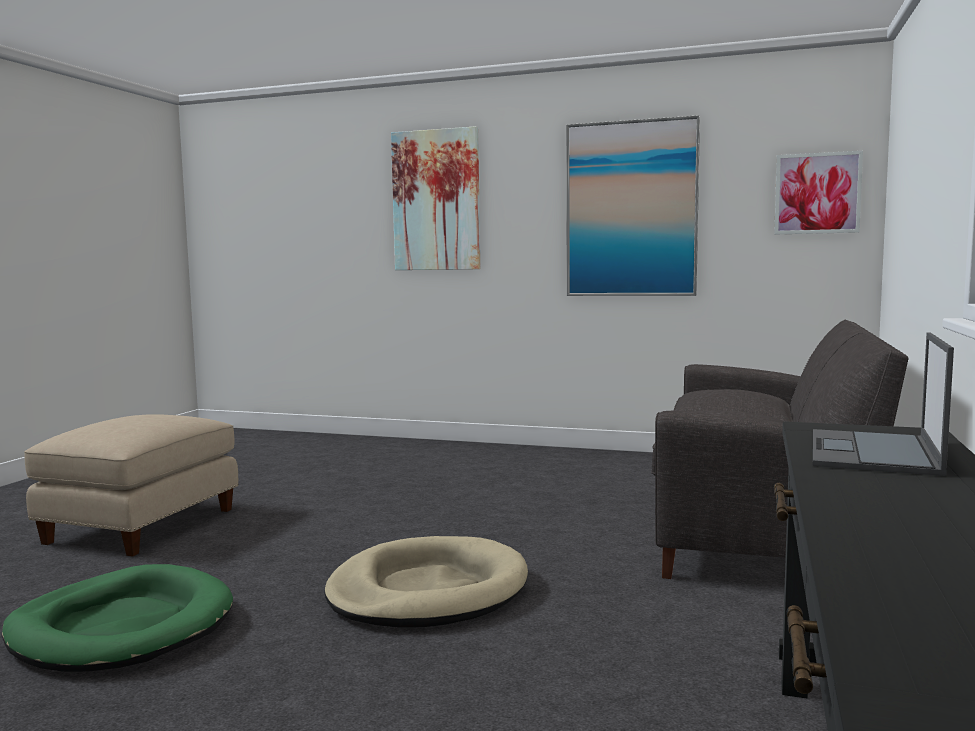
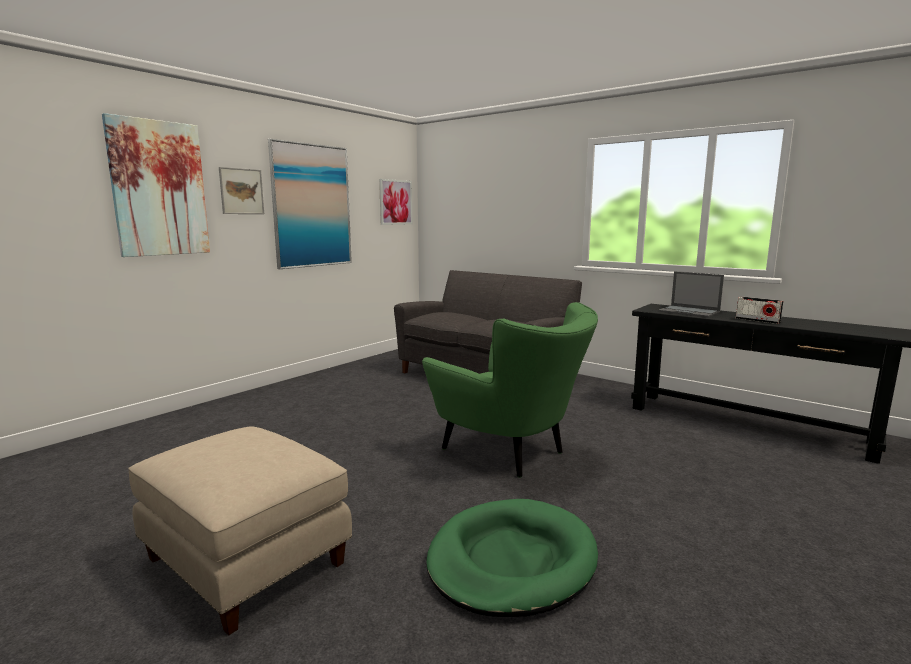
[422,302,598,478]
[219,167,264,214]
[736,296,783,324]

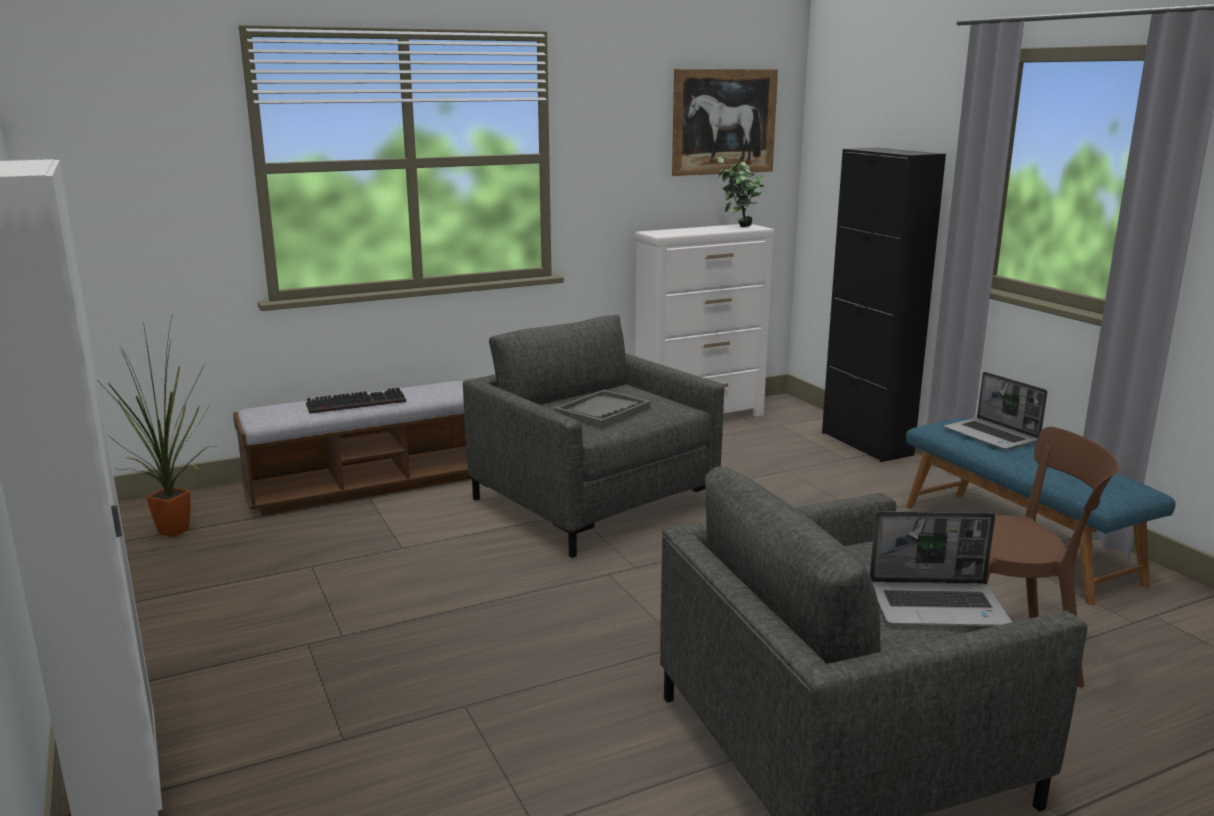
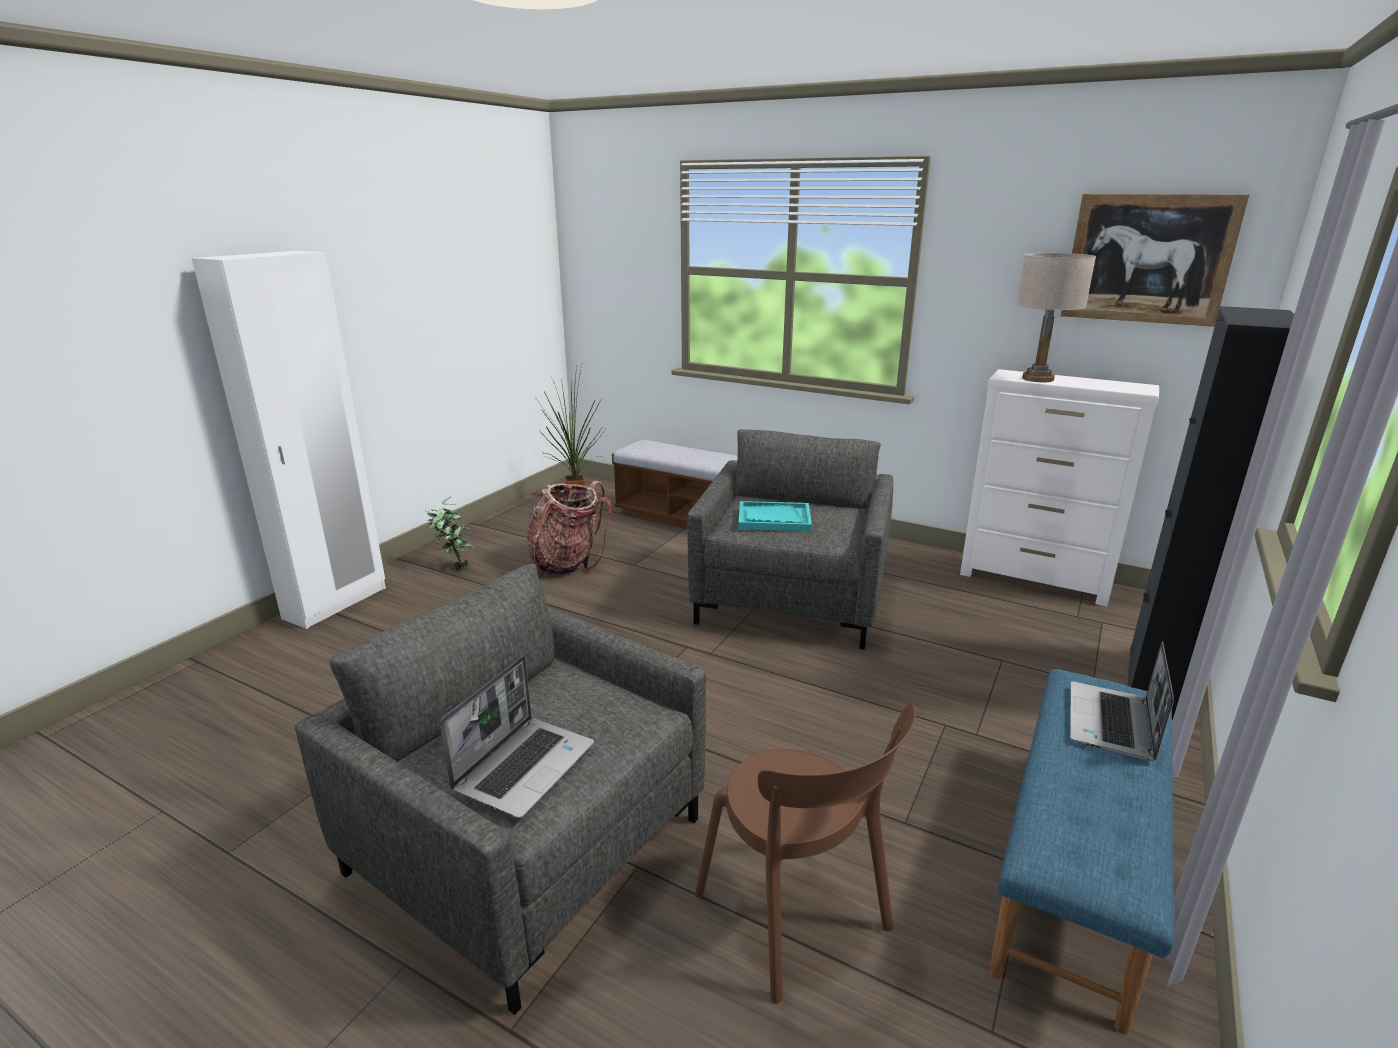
[306,387,406,414] (first image)
[738,501,812,531]
[426,496,475,570]
[440,656,594,818]
[527,481,611,576]
[1017,253,1096,382]

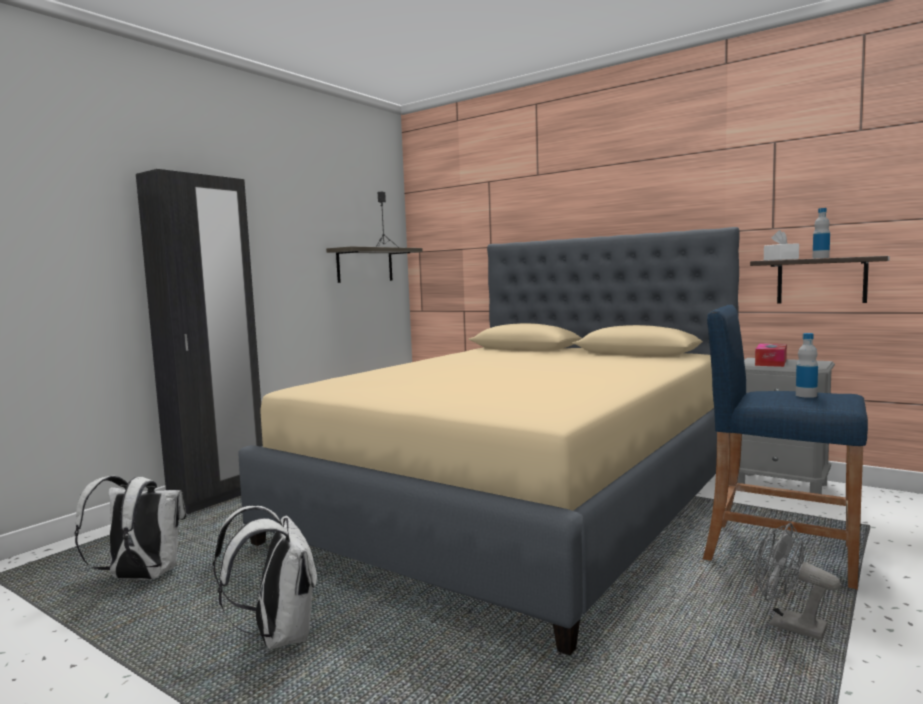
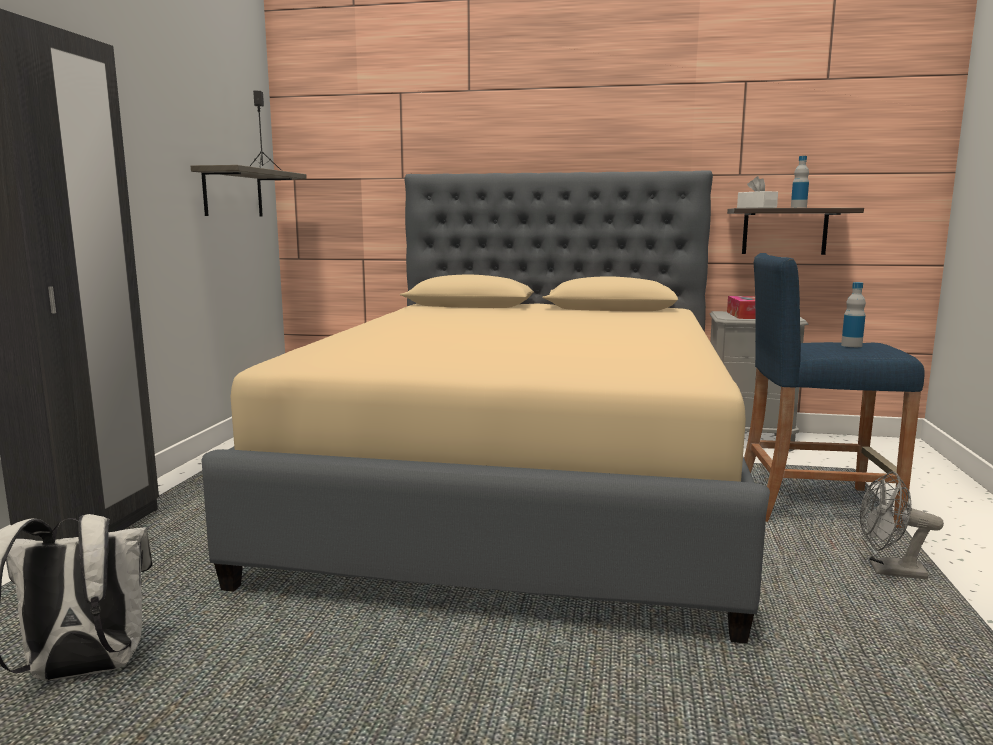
[213,506,317,650] (first image)

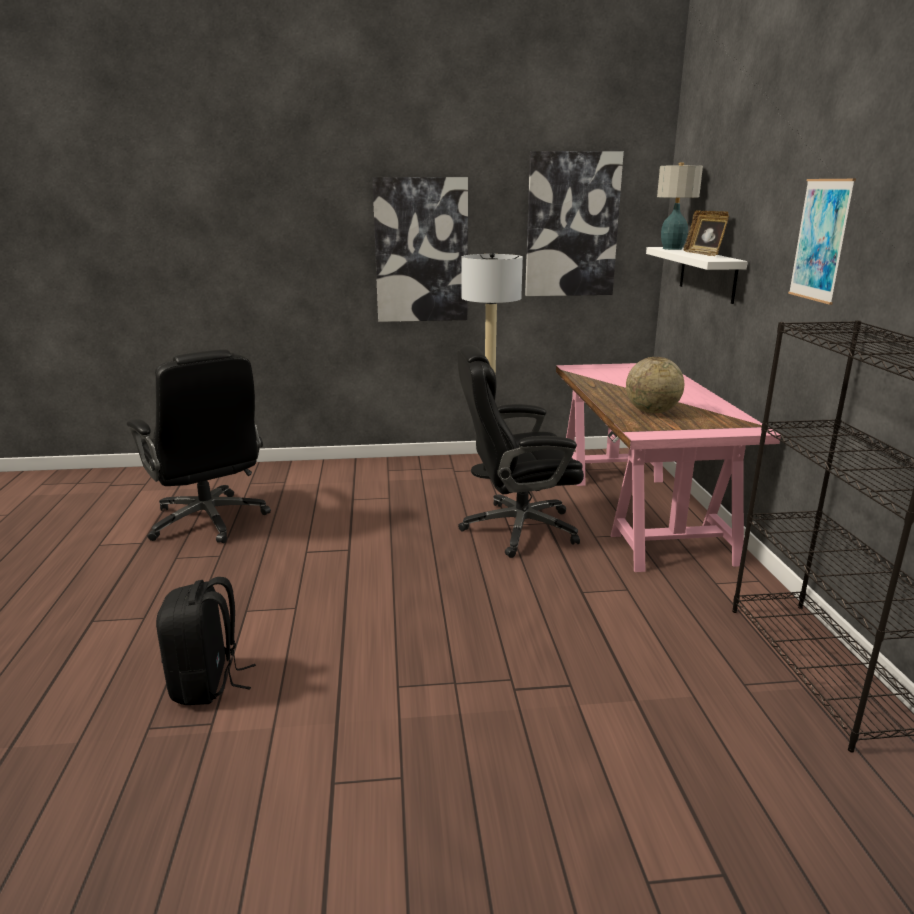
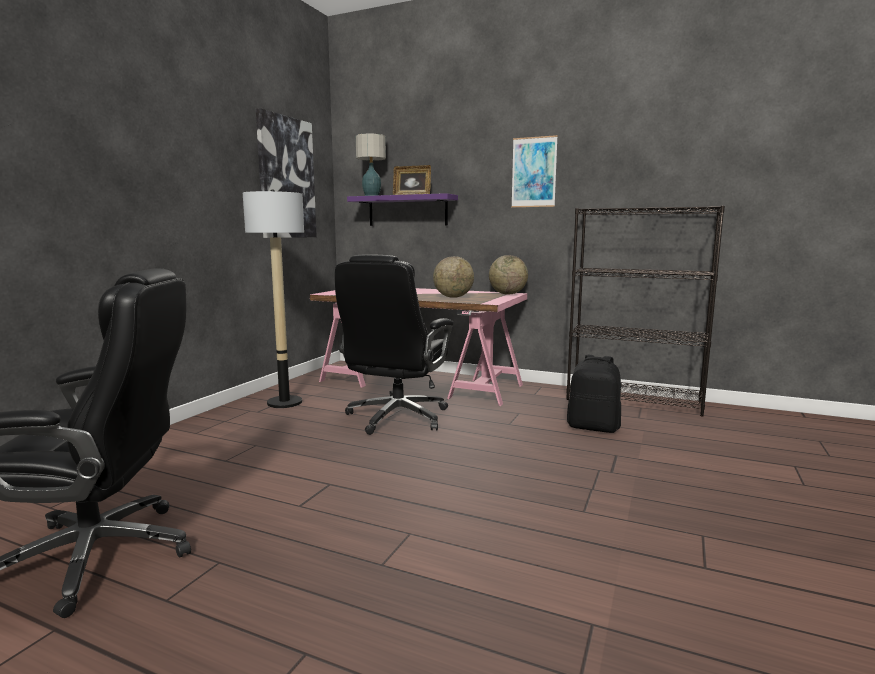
[567,355,621,433]
[372,177,468,322] (first image)
[347,193,458,226]
[489,255,528,295]

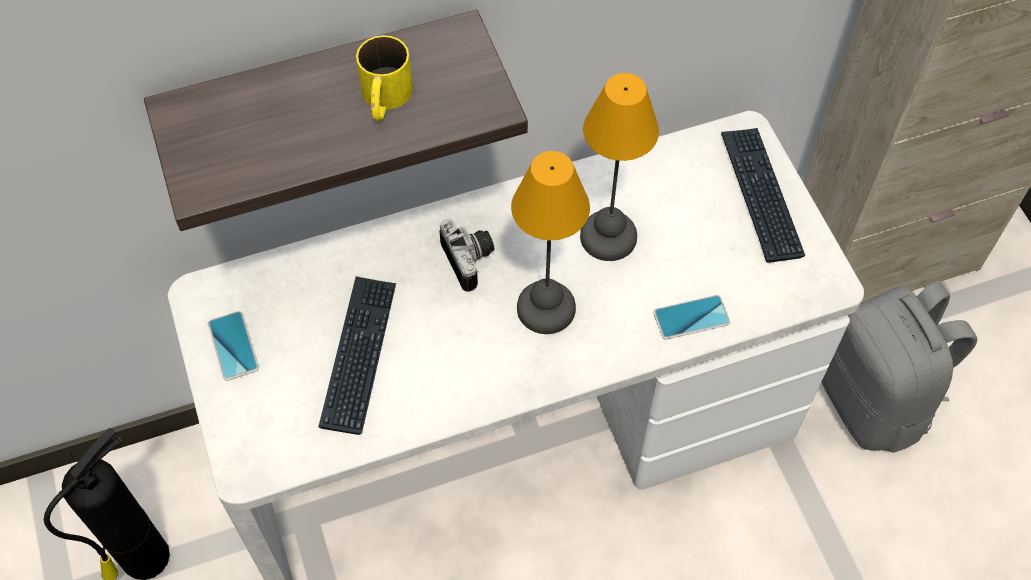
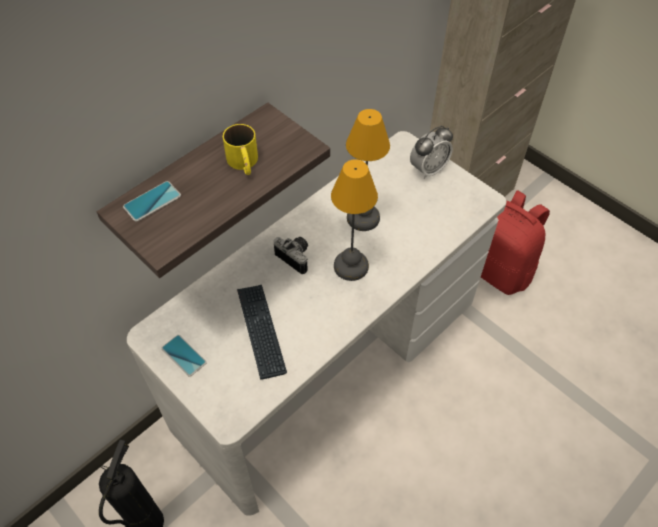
[123,181,181,222]
[410,126,453,179]
[481,190,550,295]

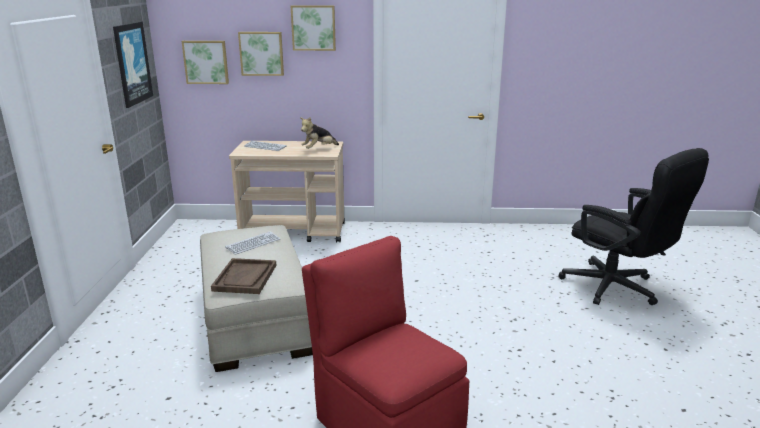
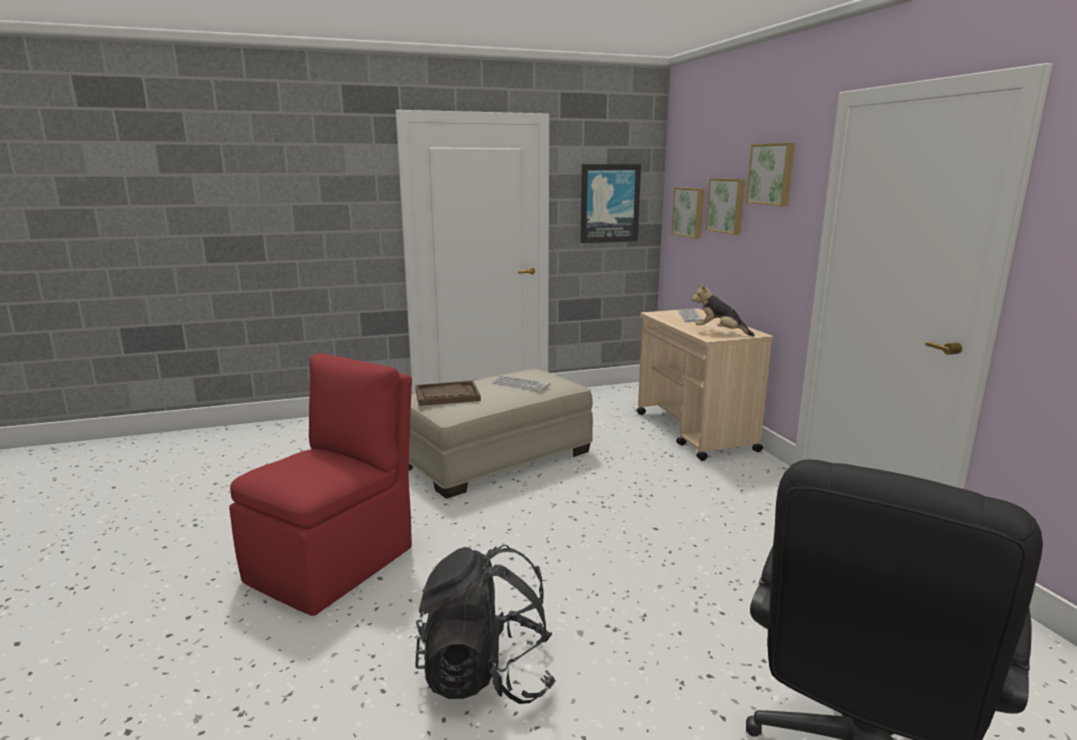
[415,545,556,704]

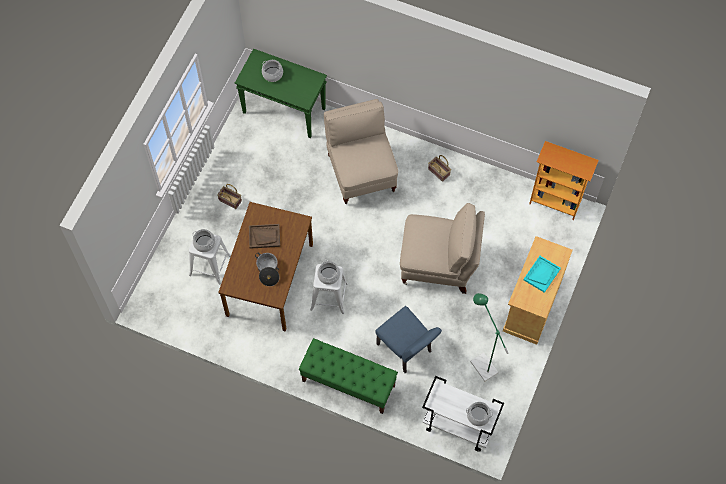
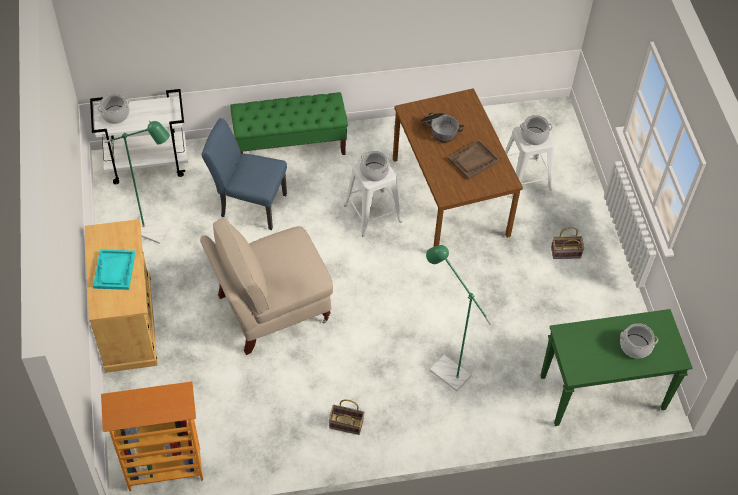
[426,245,492,391]

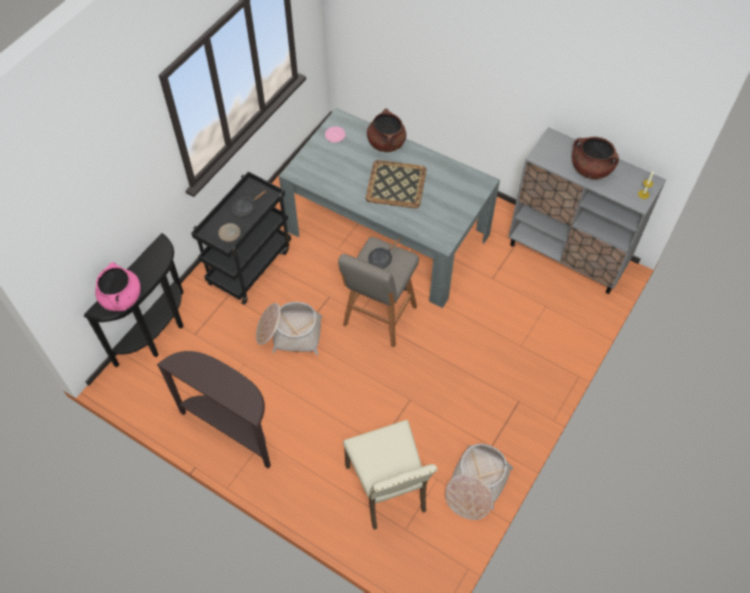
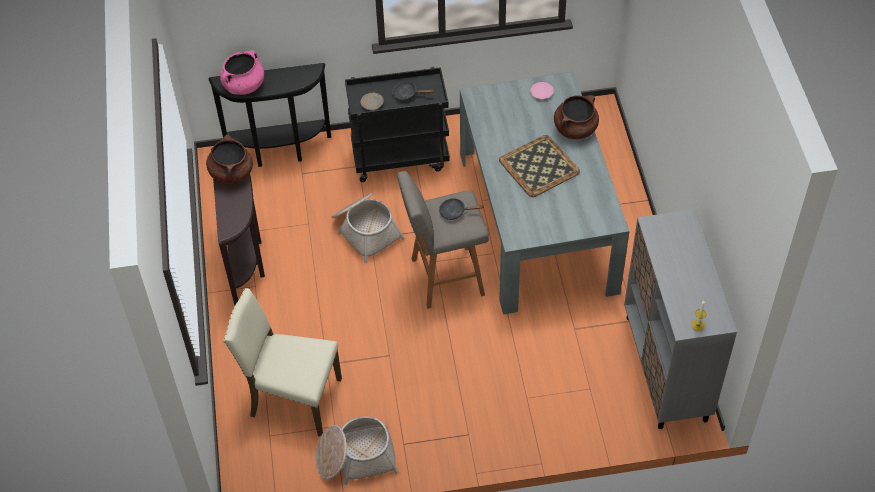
[223,288,342,437]
[206,134,253,185]

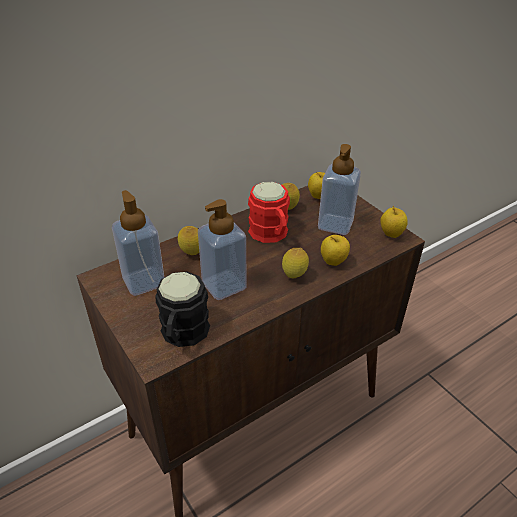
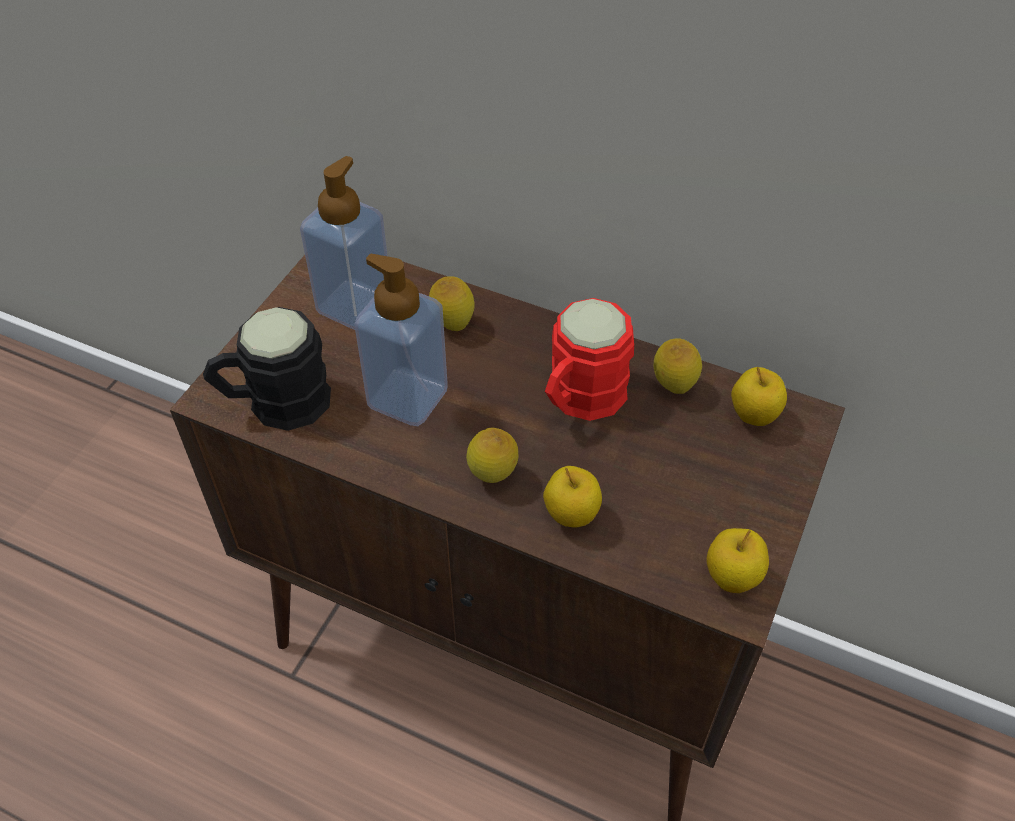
[318,144,361,235] (first image)

